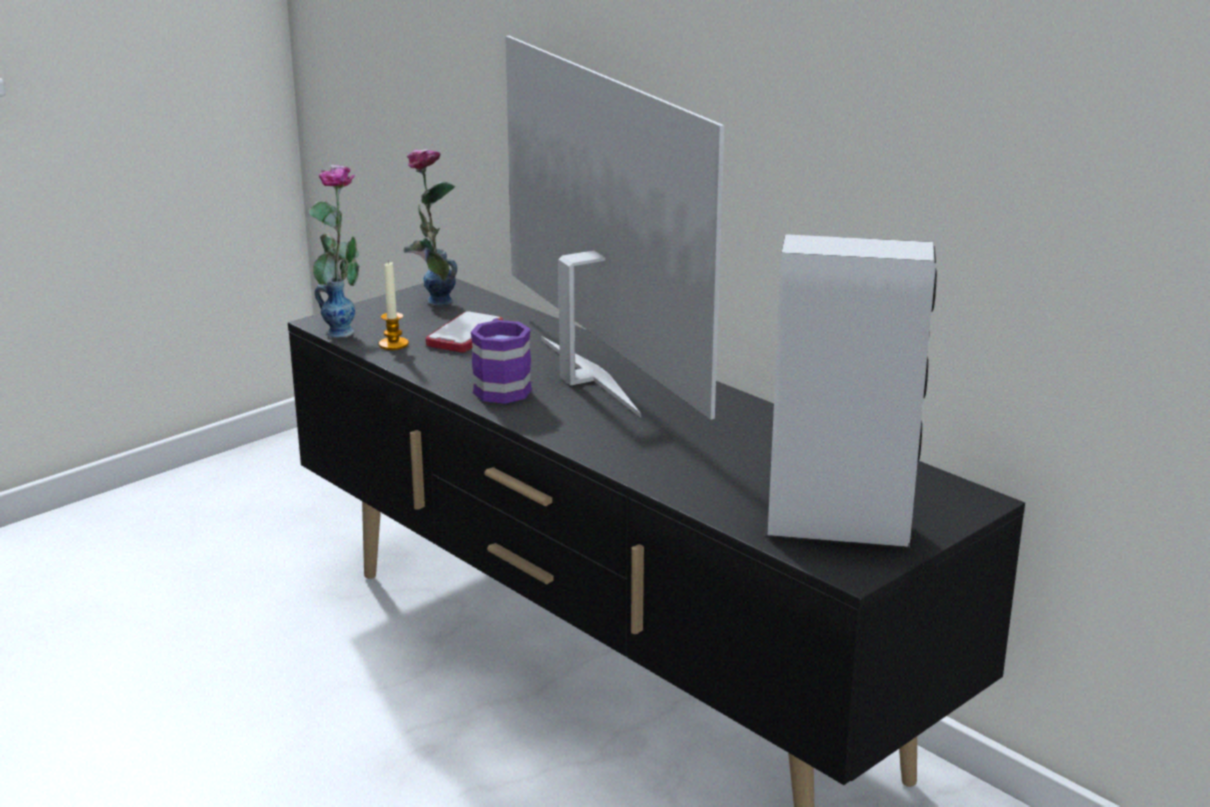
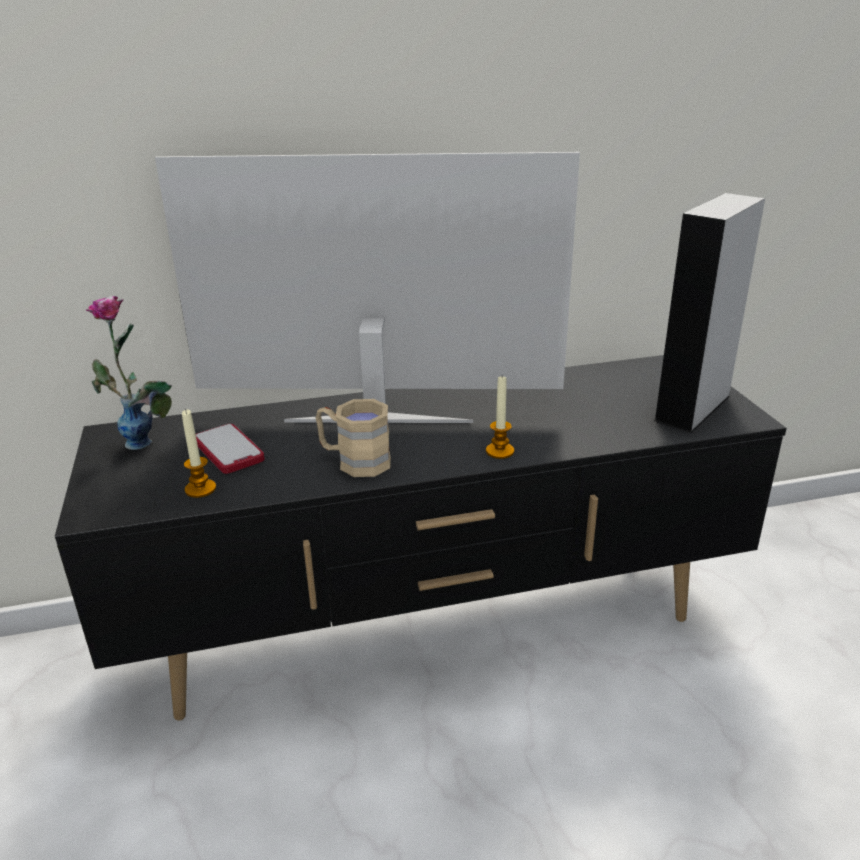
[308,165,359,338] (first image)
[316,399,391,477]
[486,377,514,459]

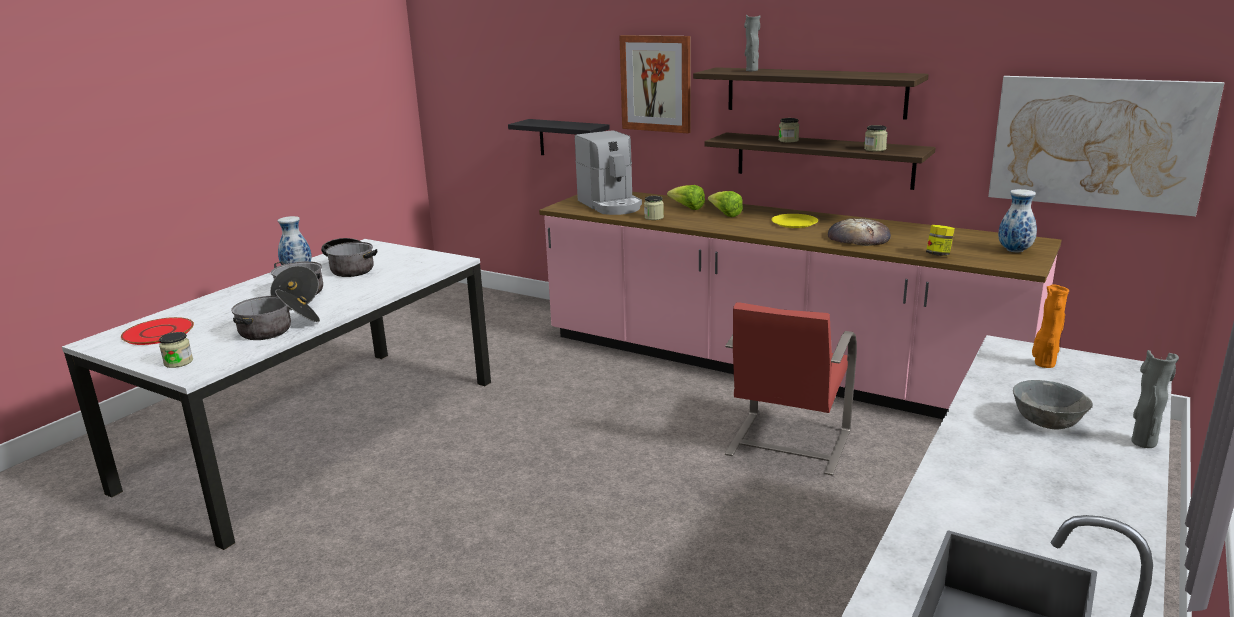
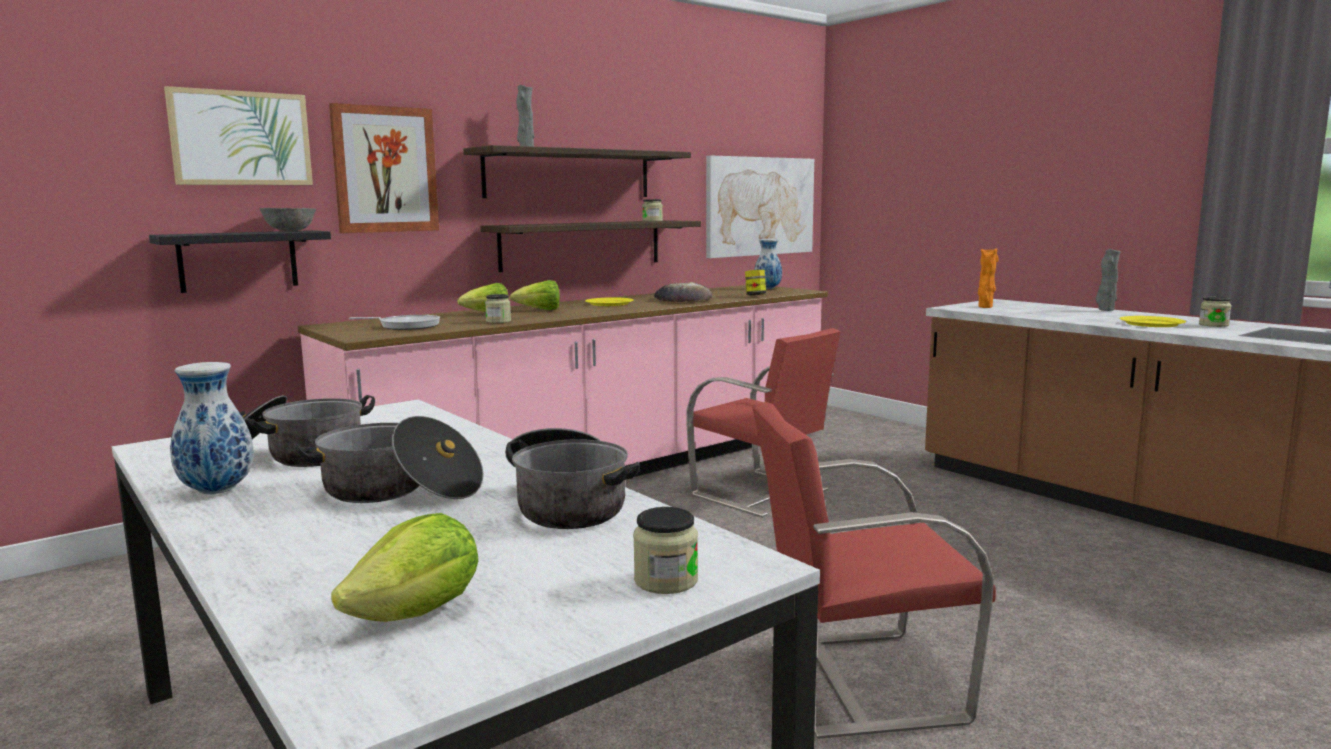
[331,513,478,622]
[349,315,440,330]
[1199,296,1231,327]
[259,208,316,231]
[164,86,313,185]
[752,402,996,739]
[1119,316,1186,327]

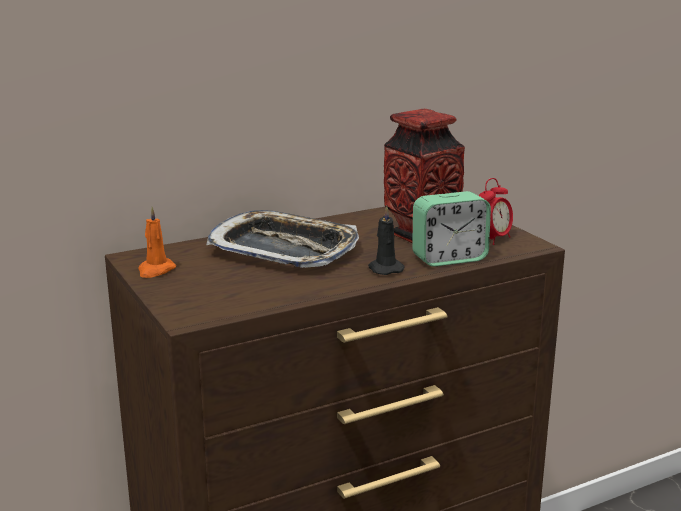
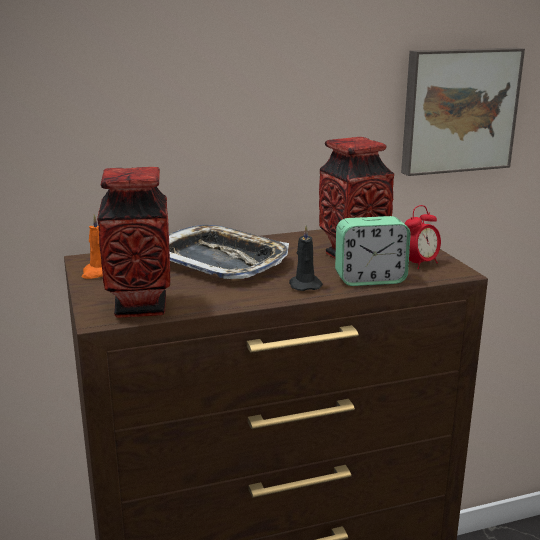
[97,167,170,318]
[401,48,525,176]

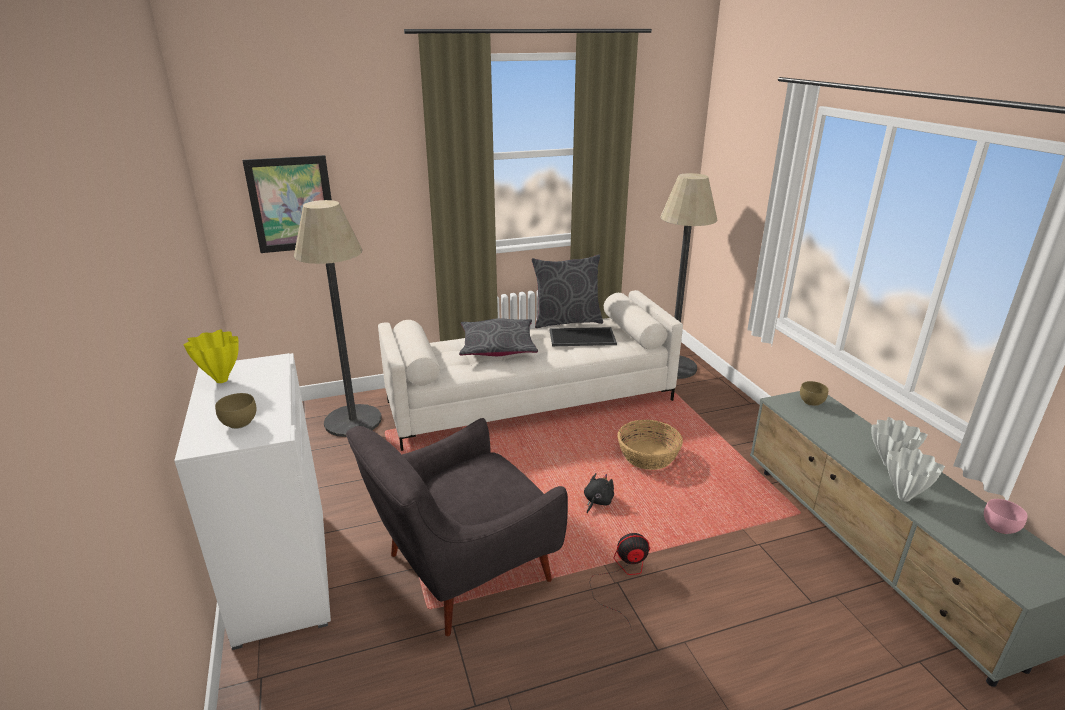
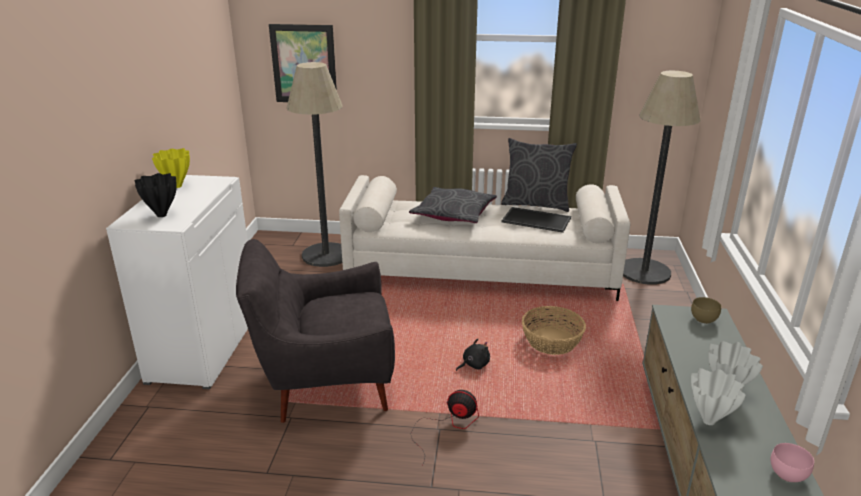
[134,173,177,217]

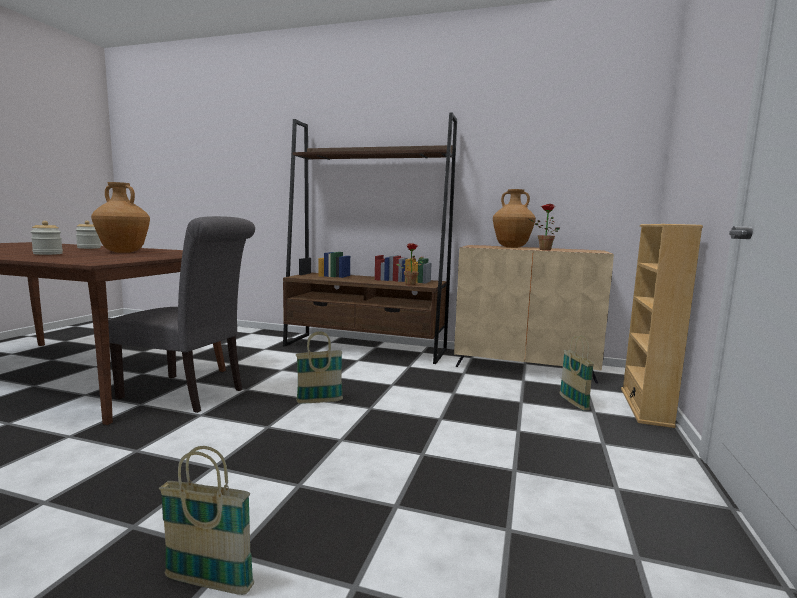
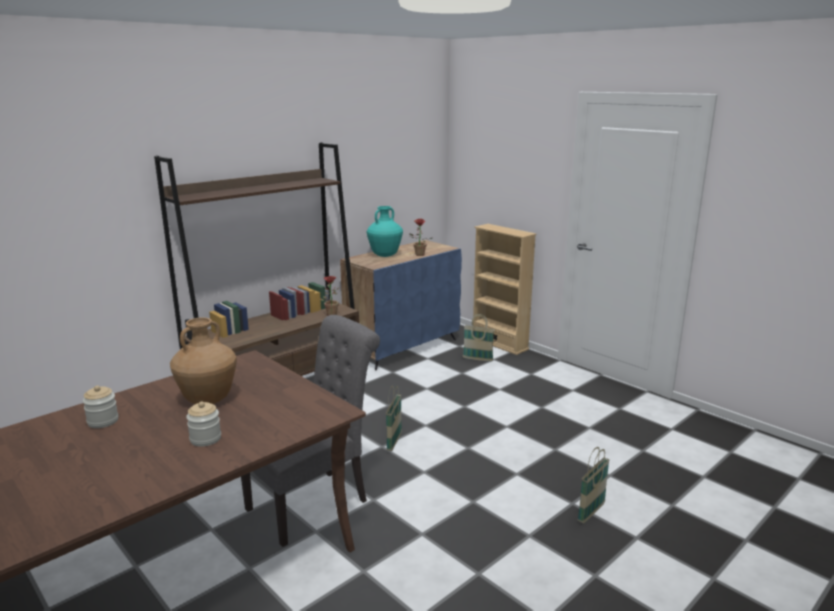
[340,240,462,371]
[367,206,403,257]

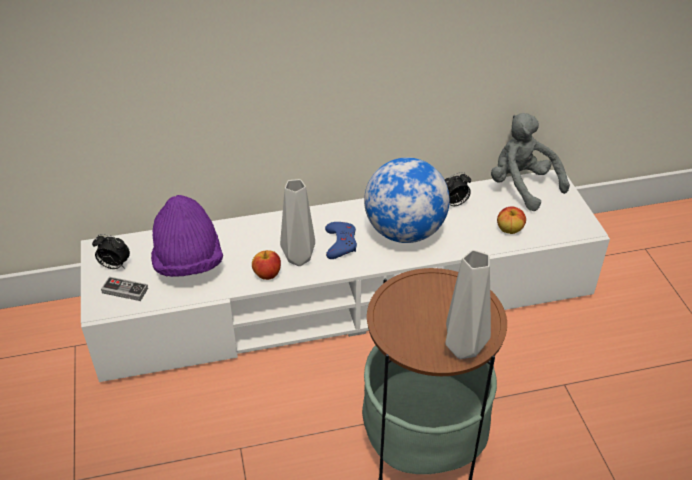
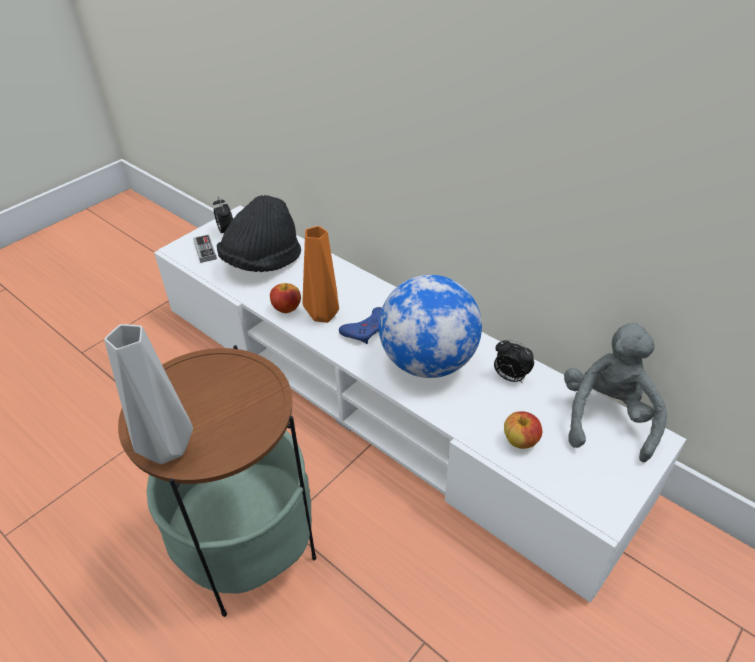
[217,195,301,272]
[303,226,339,323]

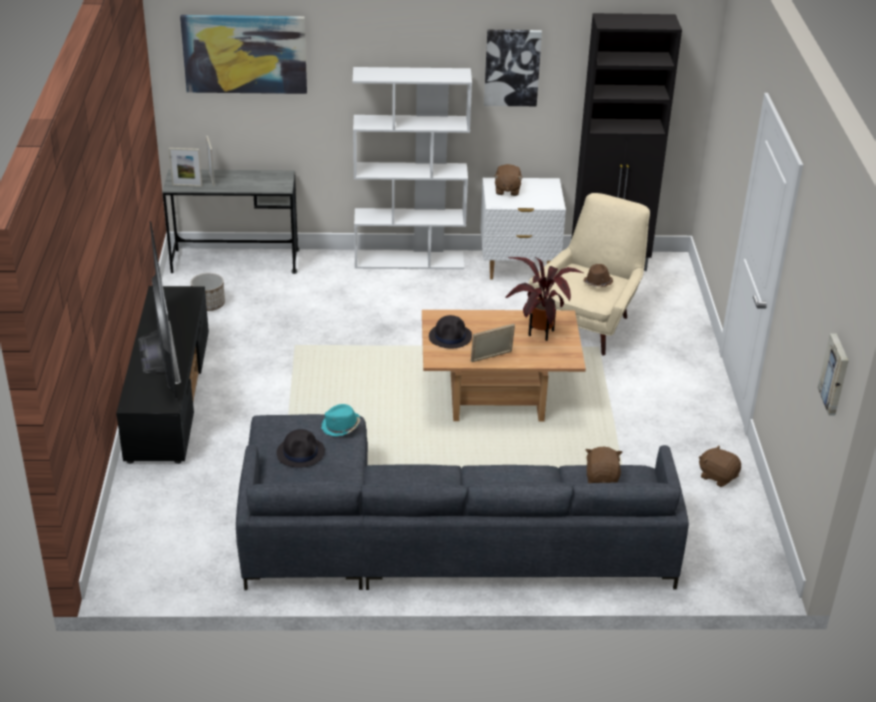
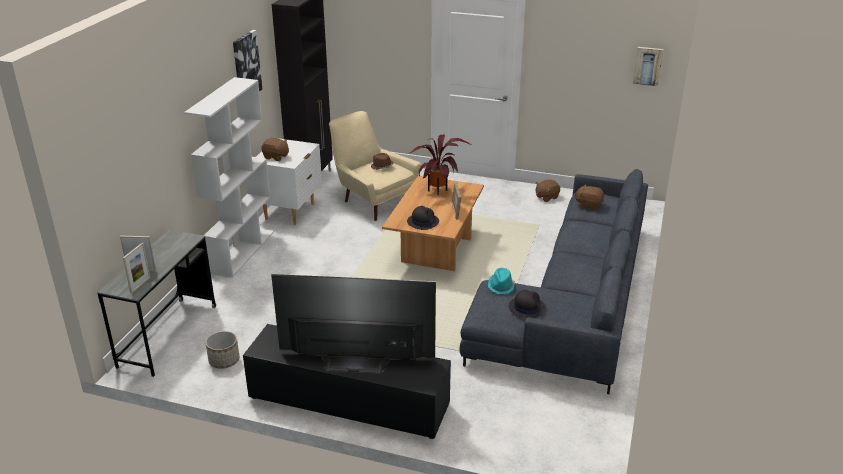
[180,15,307,94] (first image)

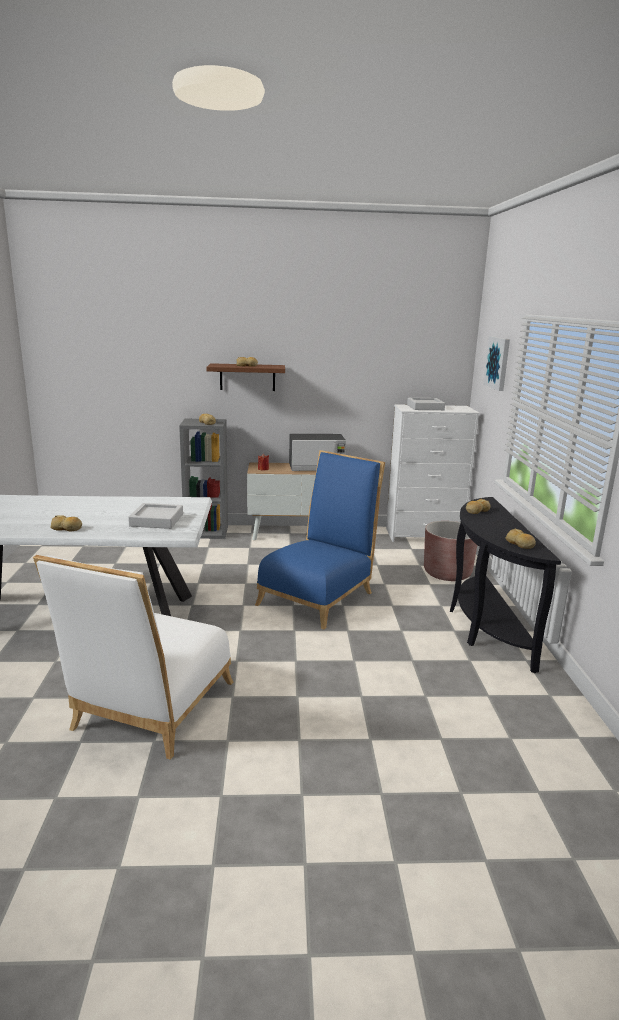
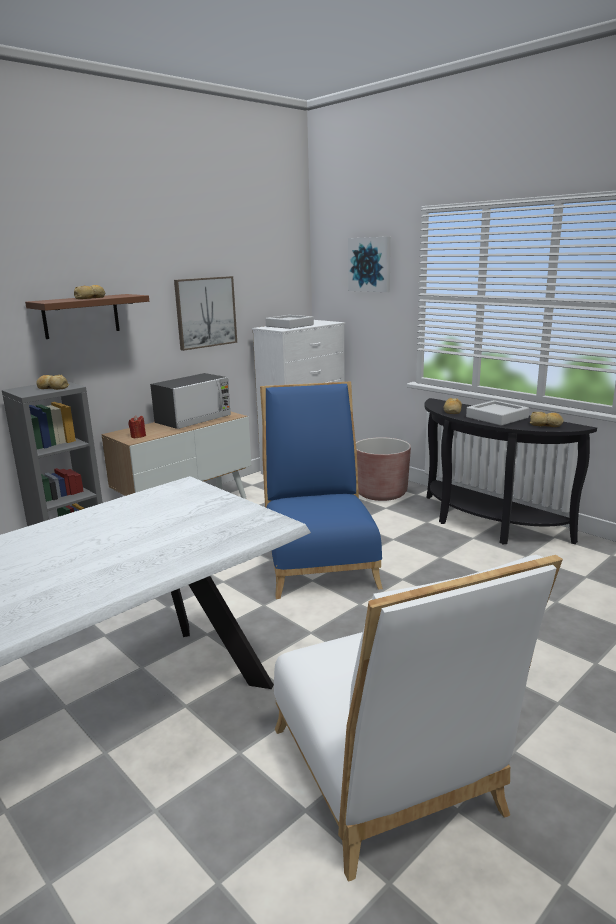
[50,515,82,531] (first image)
[466,400,529,426]
[174,276,237,351]

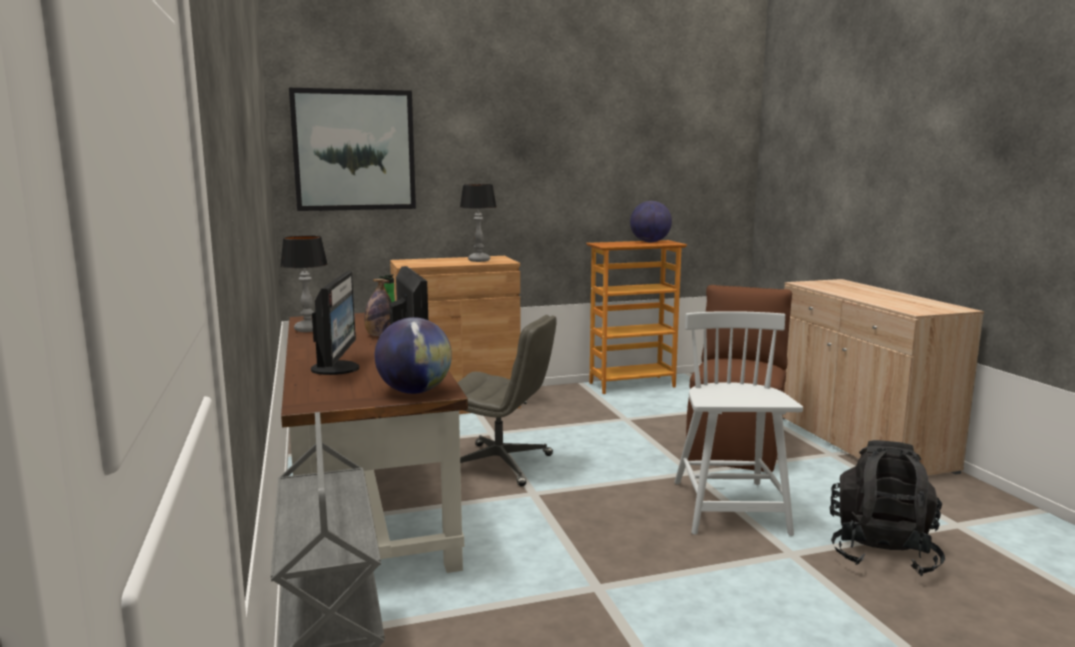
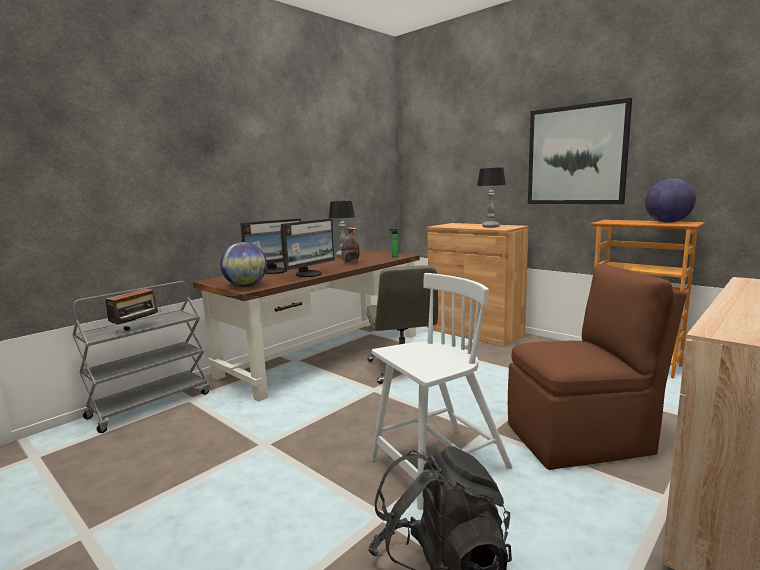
[528,98,632,204]
[106,288,159,331]

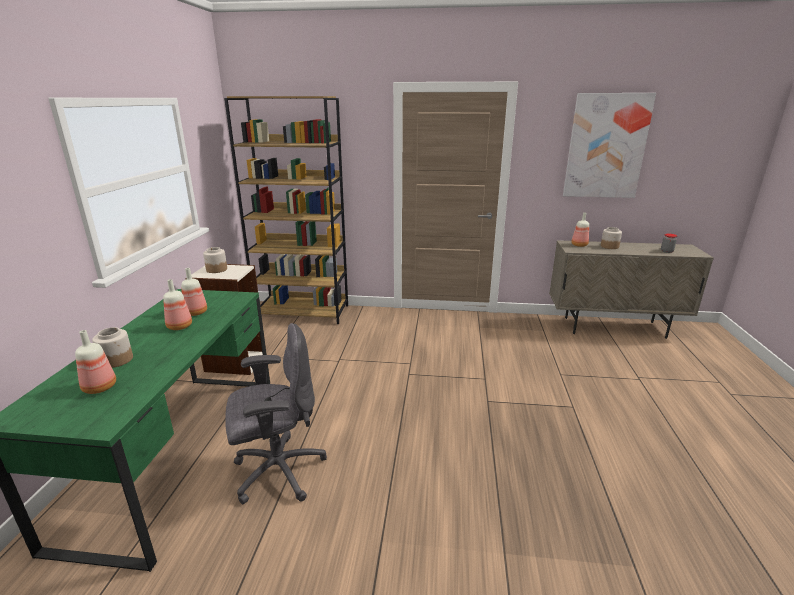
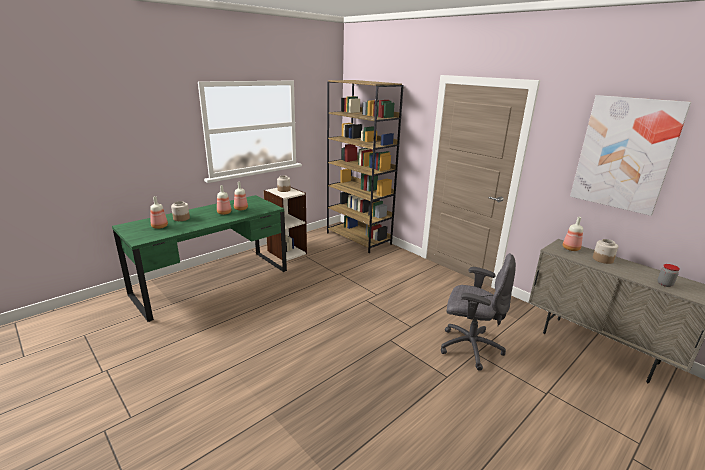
[441,253,516,371]

